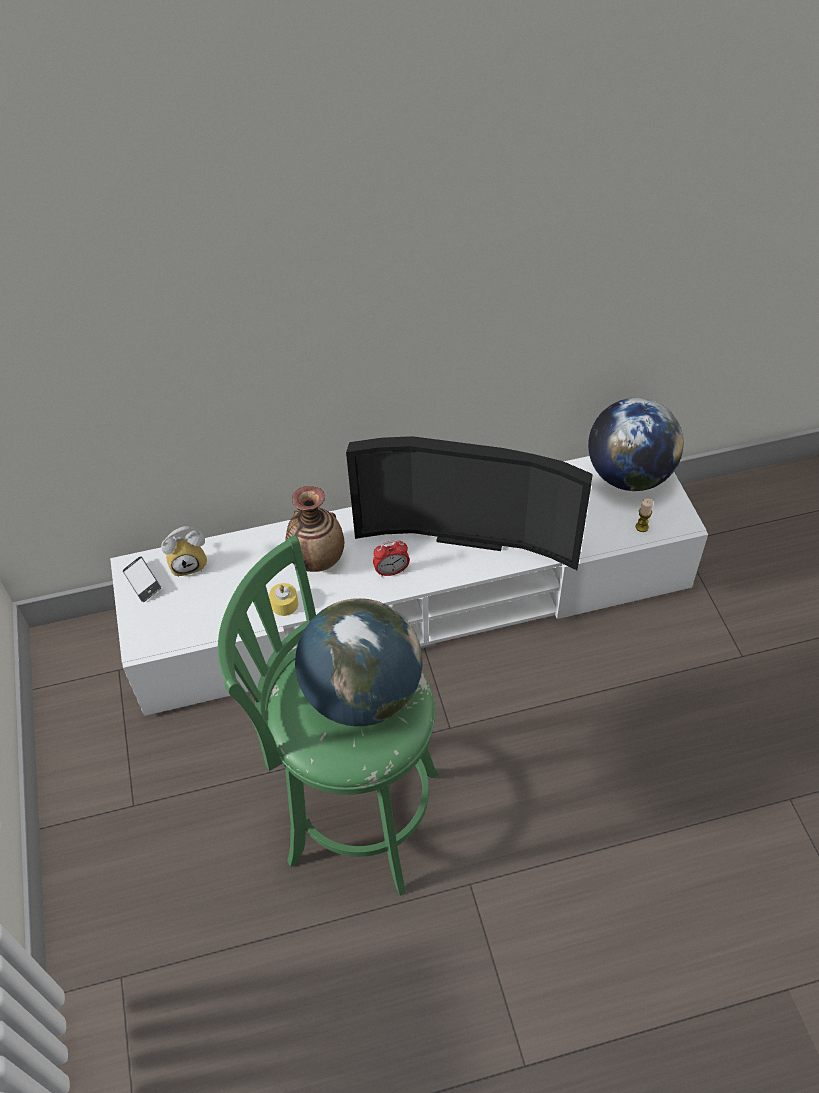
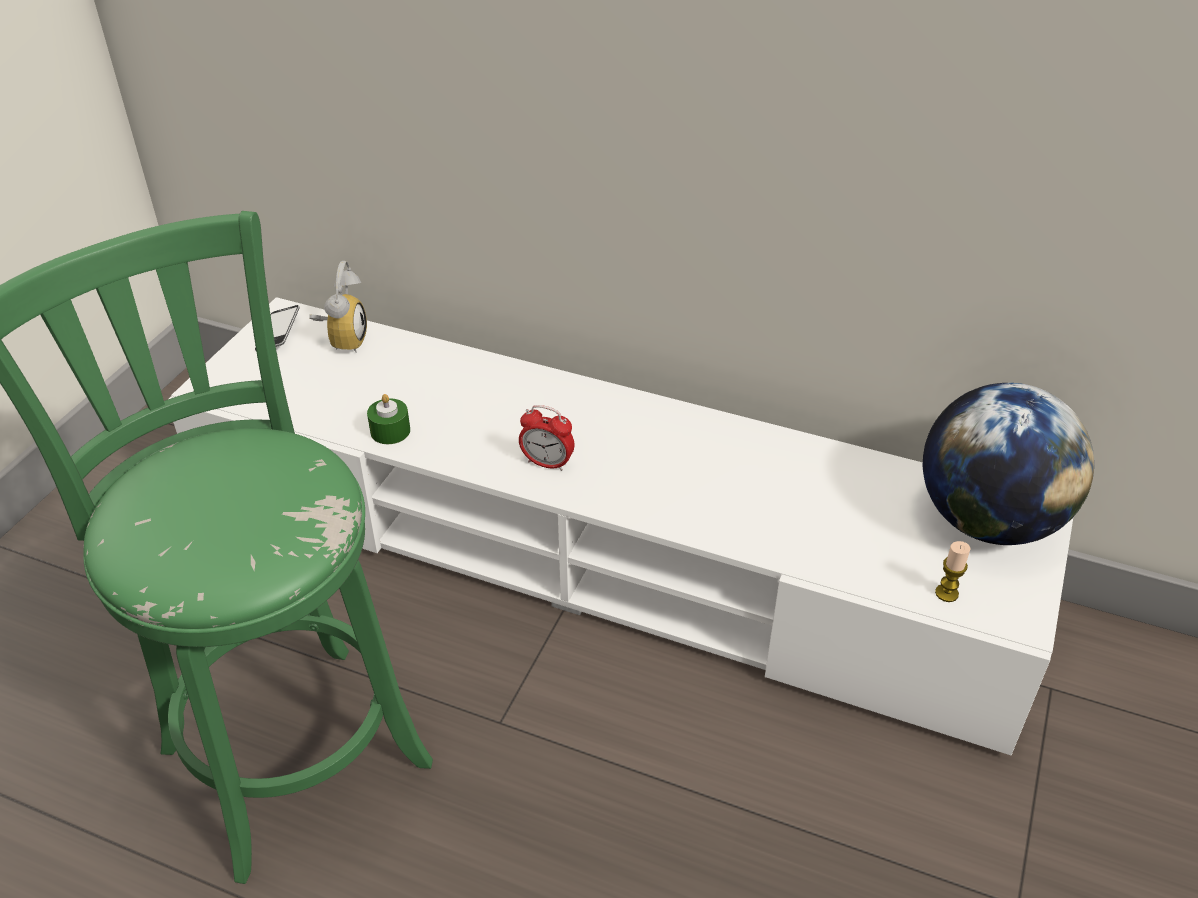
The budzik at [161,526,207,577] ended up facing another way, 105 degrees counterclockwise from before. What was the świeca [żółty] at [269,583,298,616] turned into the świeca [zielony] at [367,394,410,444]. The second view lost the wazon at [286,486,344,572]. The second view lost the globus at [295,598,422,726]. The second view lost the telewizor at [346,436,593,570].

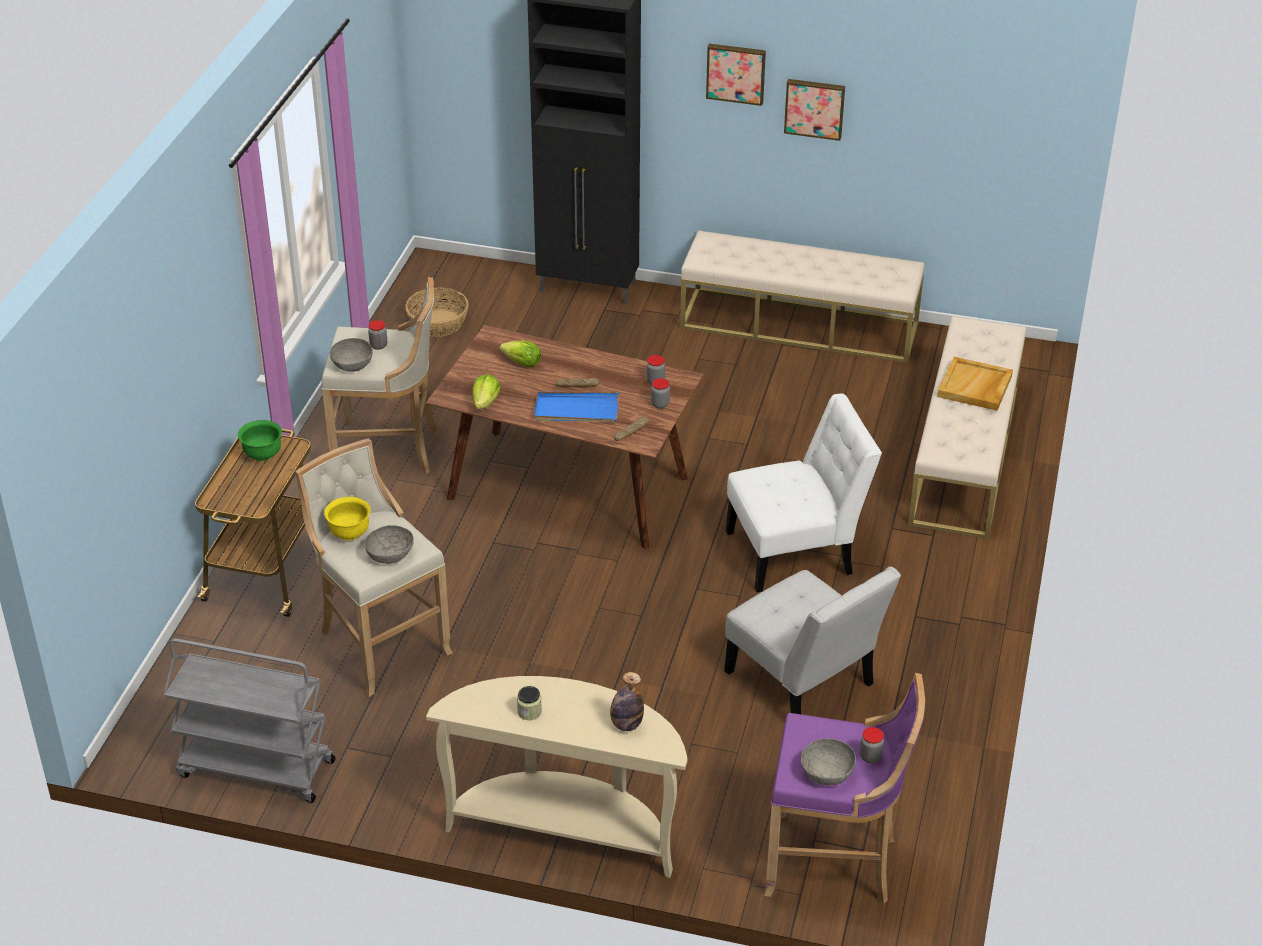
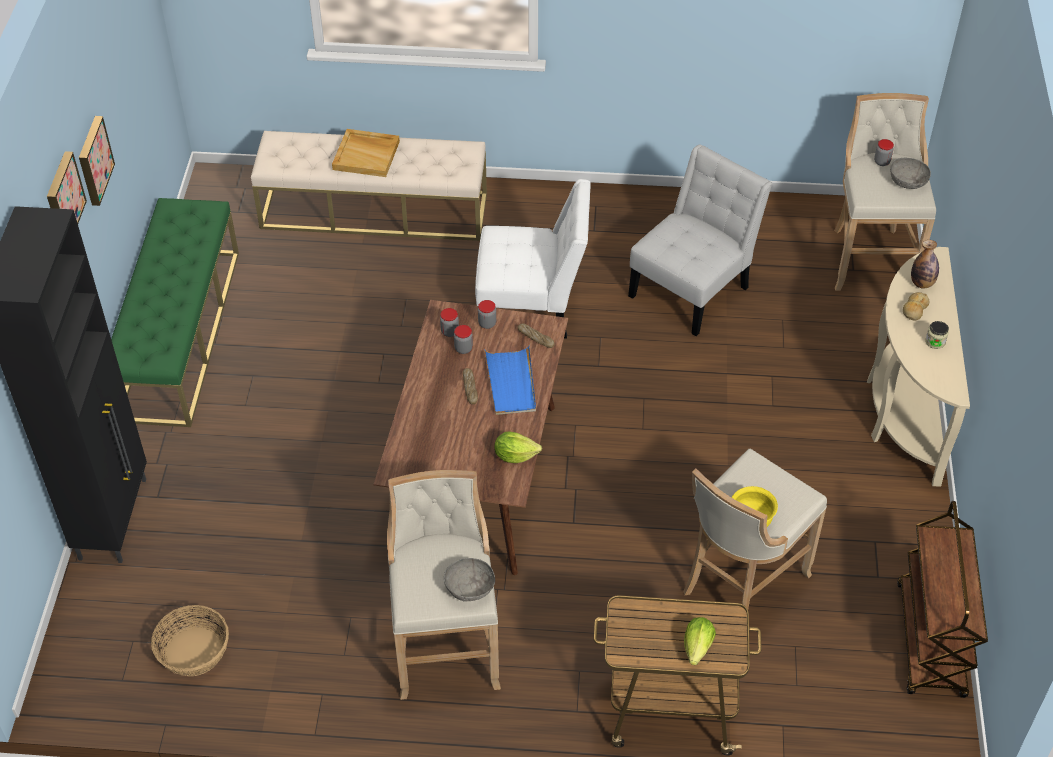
What was the ławka [beżowy] at [680,231,925,363] turned into the ławka [zielony] at [111,198,239,427]. The słoik ended up elsewhere, having gone from [368,320,387,350] to [454,325,473,354]. The krzesło [biały] at [726,394,882,592] ended up facing another way, 120 degrees clockwise from before. The sałata ended up elsewhere, having gone from [499,341,541,367] to [684,617,716,665]. What was the stołek [fioletowy] at [764,673,925,904] turned into the stołek [beżowy] at [834,93,936,291]. What was the wózek [szary] at [164,638,336,803] turned into the wózek [brązowy] at [897,501,988,698]. The second view gained the chleb at [903,292,929,320]. The second view lost the miska [zielony] at [238,420,282,461]. The second view lost the miska [szary] at [365,525,414,564].

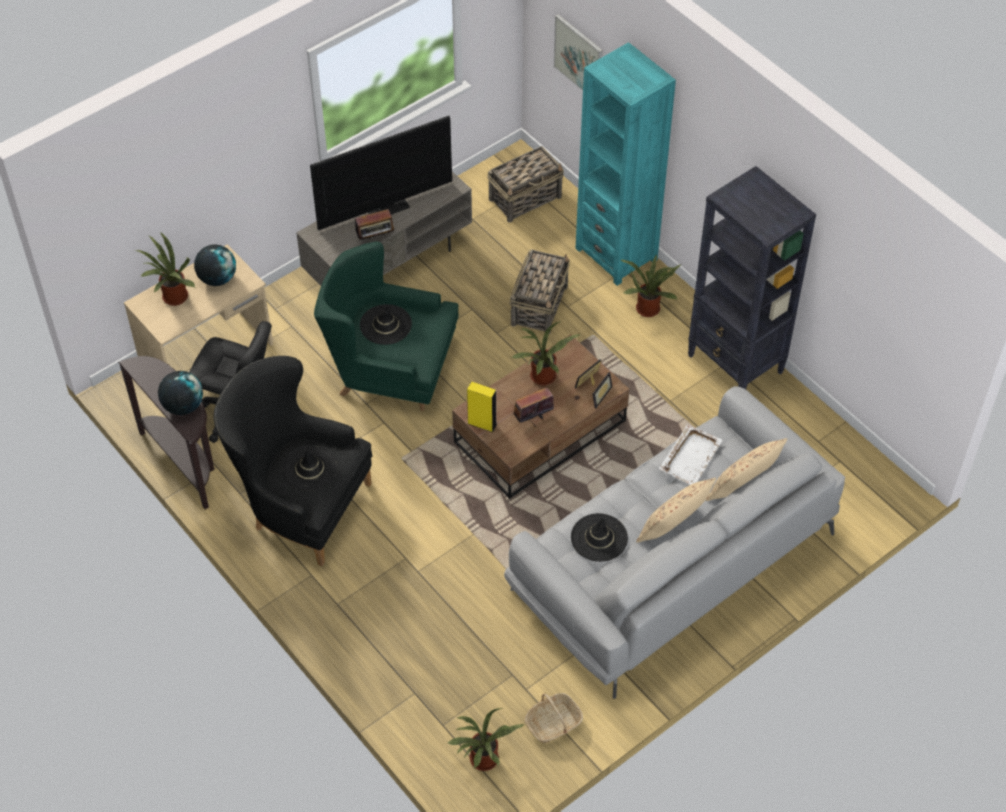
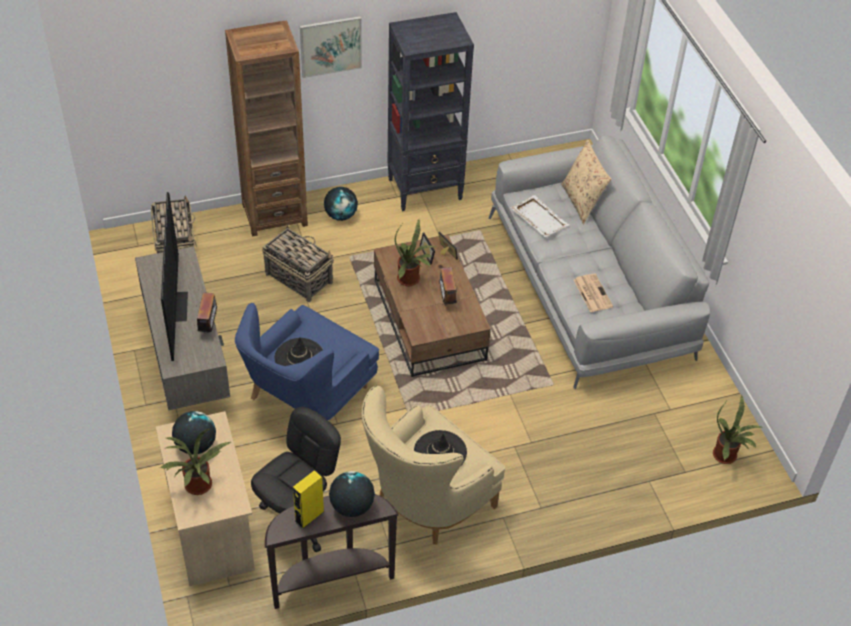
What was the regał [turkusowy] at [576,42,676,286] turned into the regał [brązowy] at [225,20,308,237]. What was the fotel [zielony] at [314,242,459,411] turned into the fotel [niebieski] at [235,303,379,421]. The głośnik [żółty] ended up elsewhere, having gone from [467,381,497,433] to [293,470,324,529]. The obraz ended up elsewhere, having gone from [554,14,603,91] to [300,16,362,78]. Where the roślina doniczkowa stood at [621,254,680,317], the globus came to stand at [324,187,358,221]. What was the fotel [czarny] at [213,356,373,566] turned into the fotel [beżowy] at [361,386,506,544]. Where the kapelusz [czarny] stood at [571,513,628,562], the gazeta came to stand at [574,274,613,312]. The second view lost the koszyk at [525,693,583,743]. The second view lost the poduszka [beżowy] at [636,478,716,543].

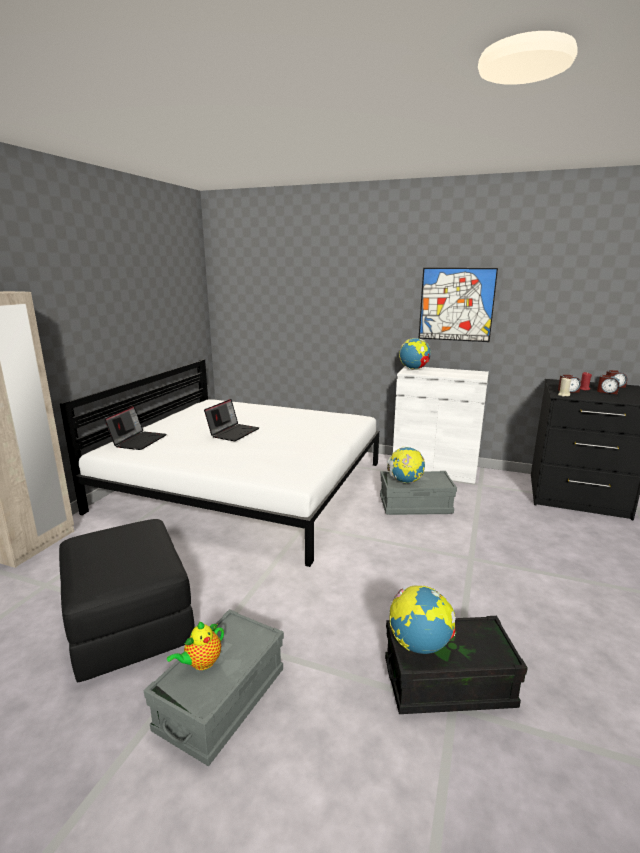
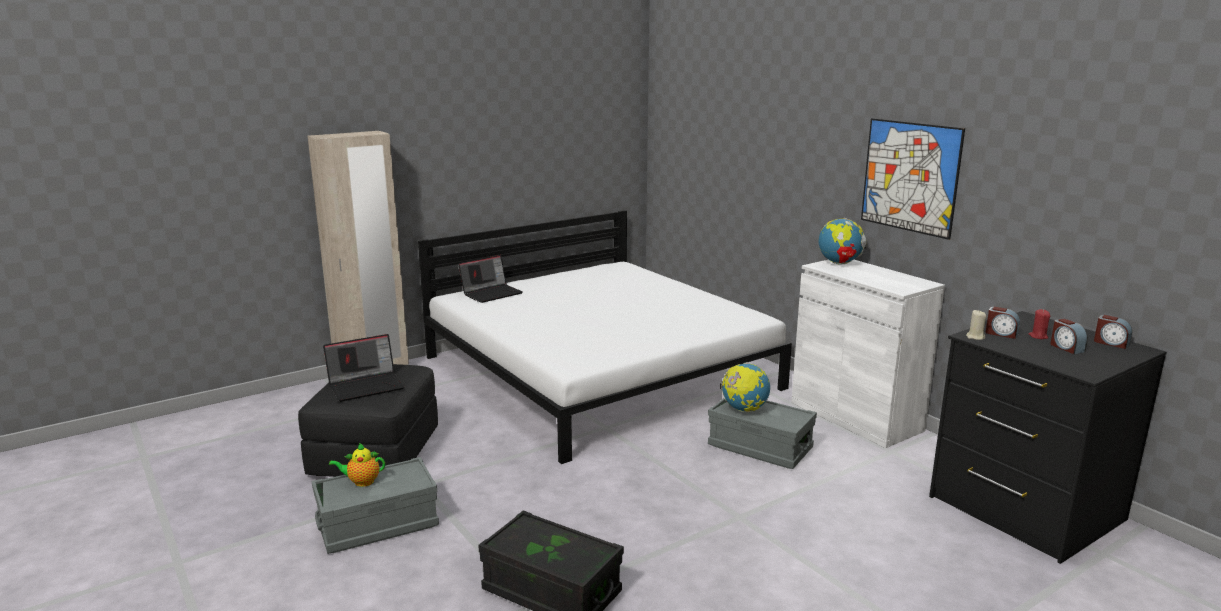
The laptop ended up elsewhere, having gone from [204,399,259,441] to [323,334,405,402]. The second view lost the globus at [389,586,456,654].

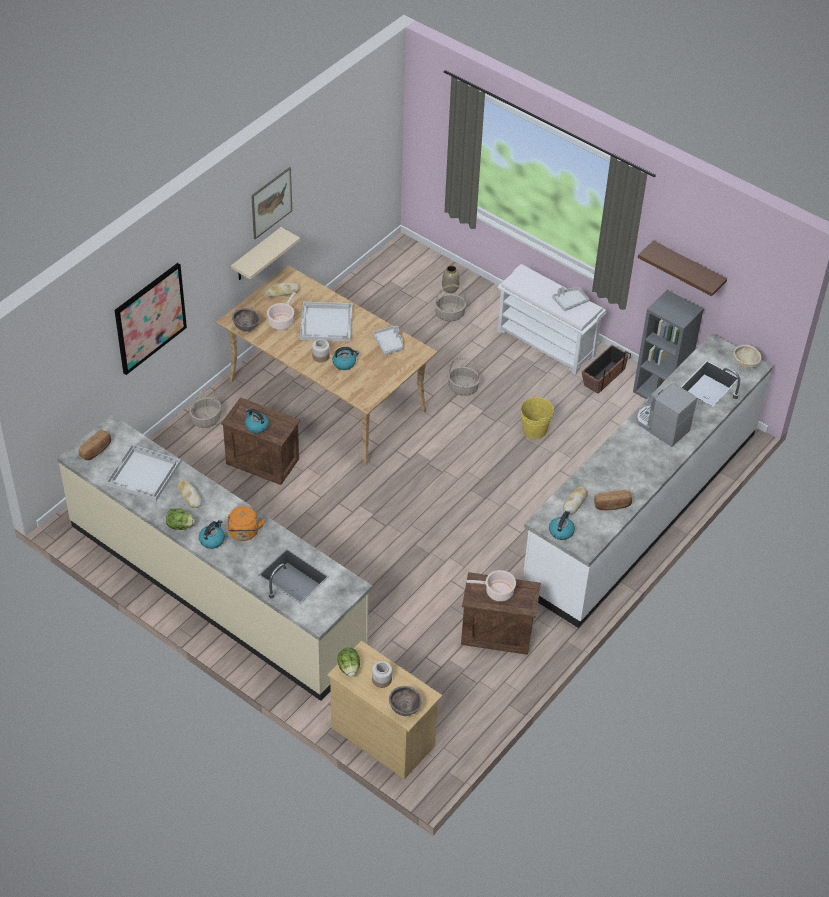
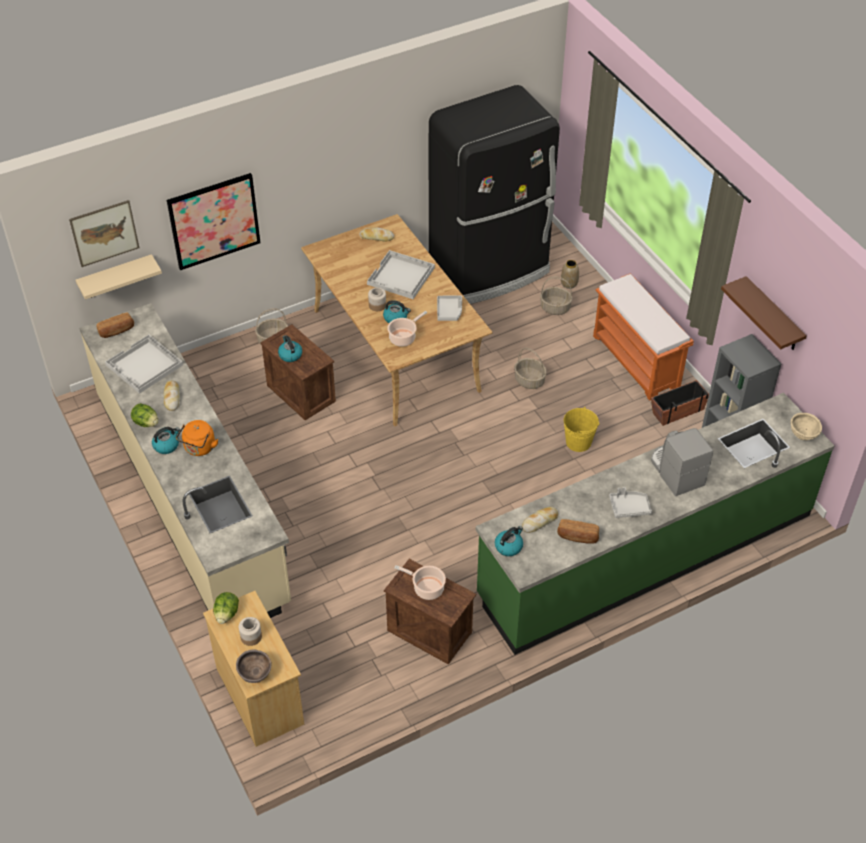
The obraz ended up elsewhere, having gone from [251,167,292,239] to [69,200,139,267]. The półka [beżowy] ended up elsewhere, having gone from [231,227,300,280] to [75,254,162,300]. The garnek ended up elsewhere, having gone from [267,292,296,330] to [387,311,427,347]. The second view gained the lodówka [czarny] at [428,85,560,304]. What was the zabudowa kuchenna [biały] at [523,333,773,628] turned into the zabudowa kuchenna [zielony] at [476,393,835,655]. What was the ławka [biały] at [497,264,606,375] turned into the ławka [pomarańczowy] at [593,273,694,401]. The taca [szary] ended up elsewhere, having gone from [552,287,589,311] to [609,487,652,518]. The second view lost the miska [brązowy] at [232,308,260,332].

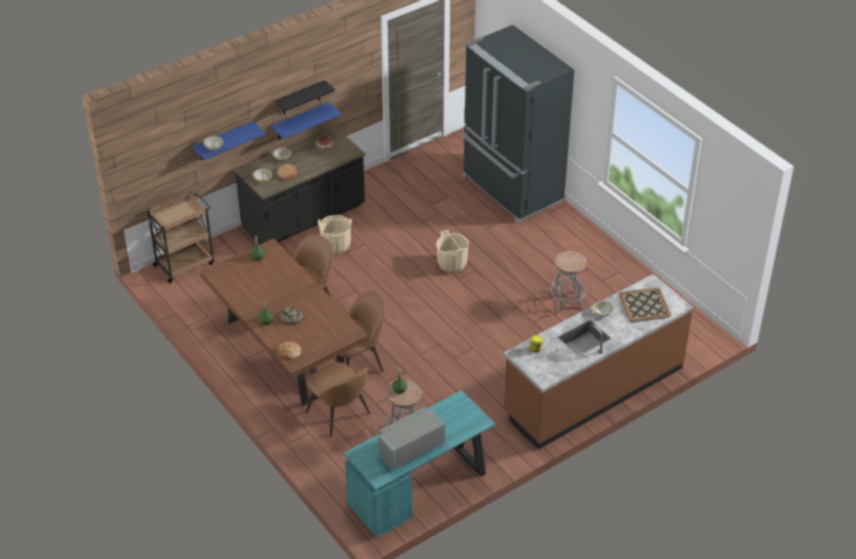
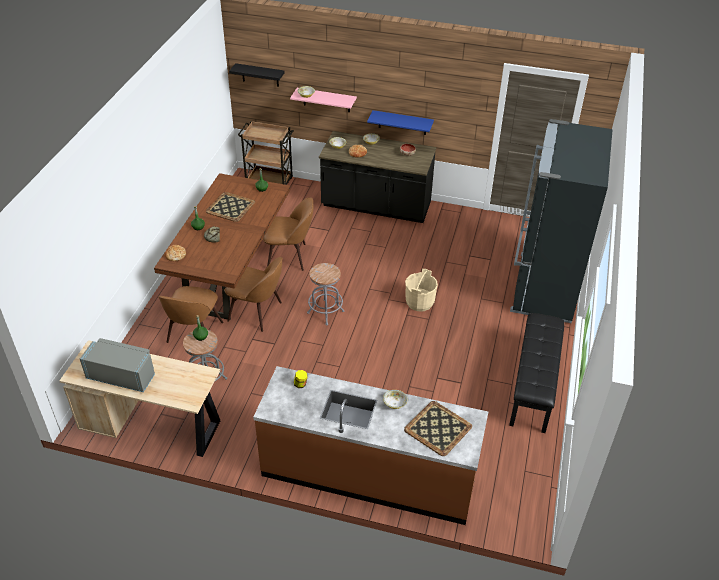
What was the biurko [turkusowy] at [344,390,495,538] turned into the biurko [beżowy] at [59,340,221,457]. The second view gained the taca at [206,192,255,222]. The półka [czarny] ended up elsewhere, having gone from [275,80,335,114] to [229,63,284,87]. What was the półka [niebieski] at [192,121,266,160] turned into the półka [różowy] at [290,88,357,112]. The stołek [szary] ended up elsewhere, having gone from [550,251,587,312] to [307,263,344,325]. The second view gained the ławka [czarny] at [509,313,564,433]. The second view lost the wiadro [beżowy] at [318,215,352,254].

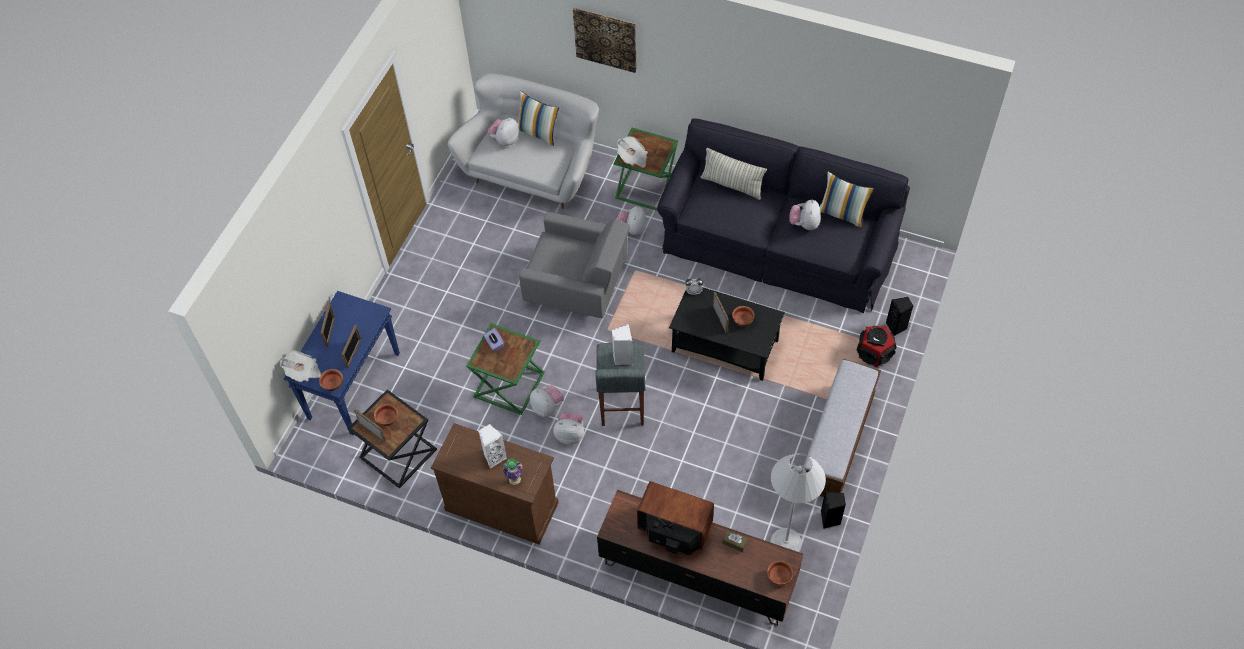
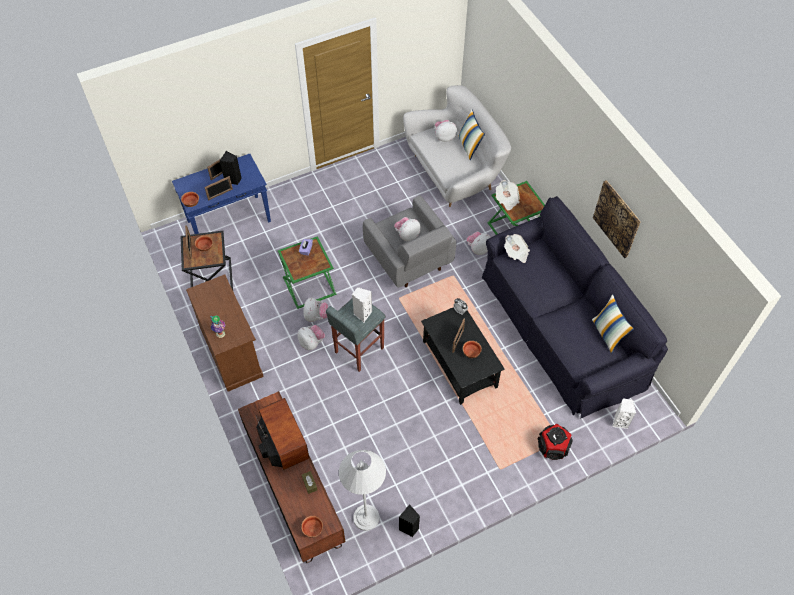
The głośnik [czarny] ended up elsewhere, having gone from [886,297,913,336] to [219,151,242,185]. The pluszak ended up elsewhere, having gone from [789,199,821,230] to [394,217,421,241]. The gazeta ended up elsewhere, having gone from [280,351,321,382] to [504,234,530,263]. The obraz ended up elsewhere, having gone from [573,8,637,73] to [593,180,641,258]. The głośnik [biały] ended up elsewhere, having gone from [478,424,507,468] to [612,399,636,429]. The second view lost the poduszka at [701,148,767,200]. The second view lost the ławka at [804,359,881,497].

